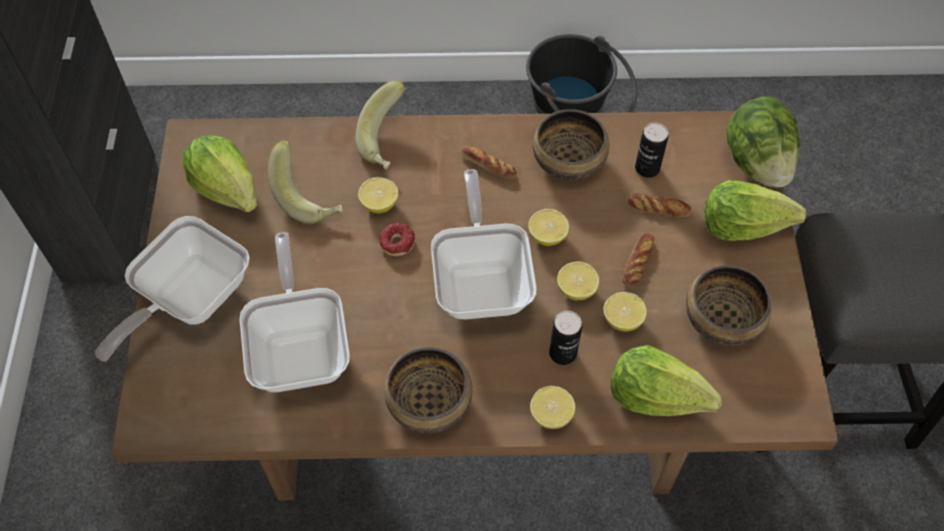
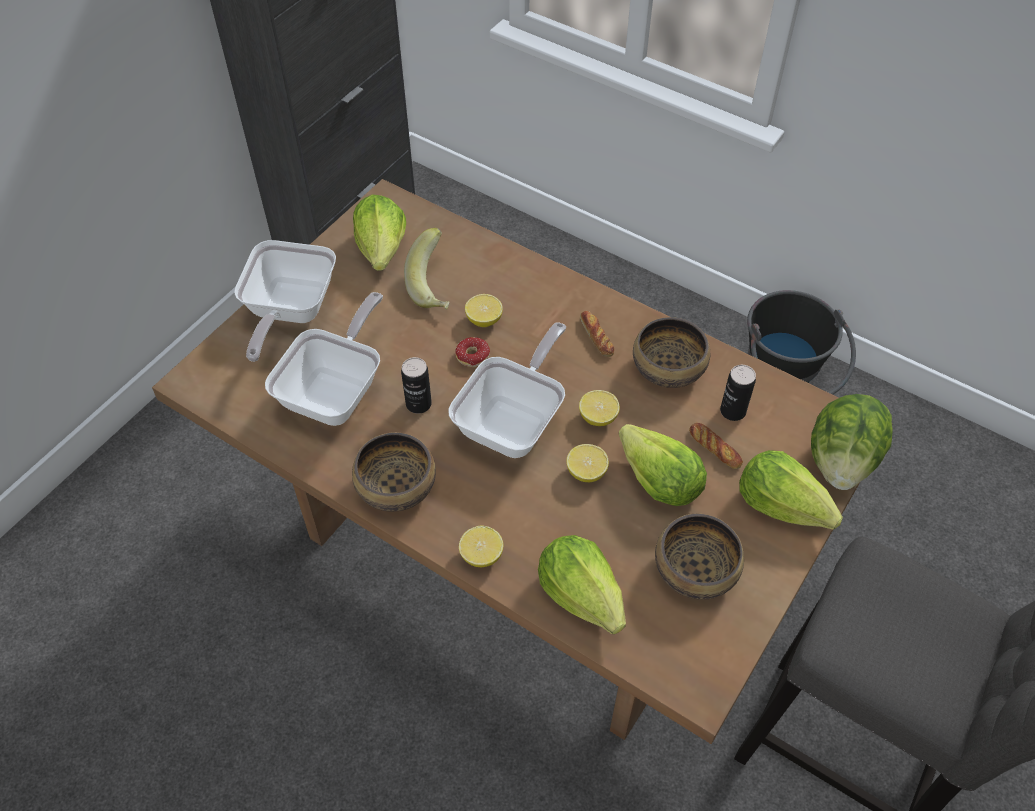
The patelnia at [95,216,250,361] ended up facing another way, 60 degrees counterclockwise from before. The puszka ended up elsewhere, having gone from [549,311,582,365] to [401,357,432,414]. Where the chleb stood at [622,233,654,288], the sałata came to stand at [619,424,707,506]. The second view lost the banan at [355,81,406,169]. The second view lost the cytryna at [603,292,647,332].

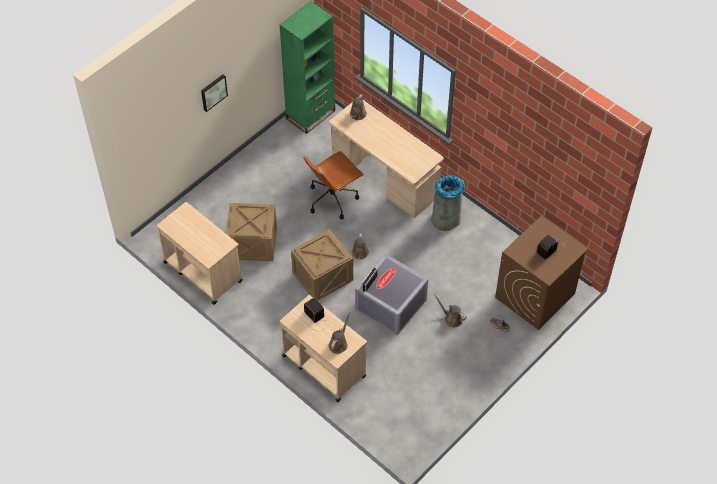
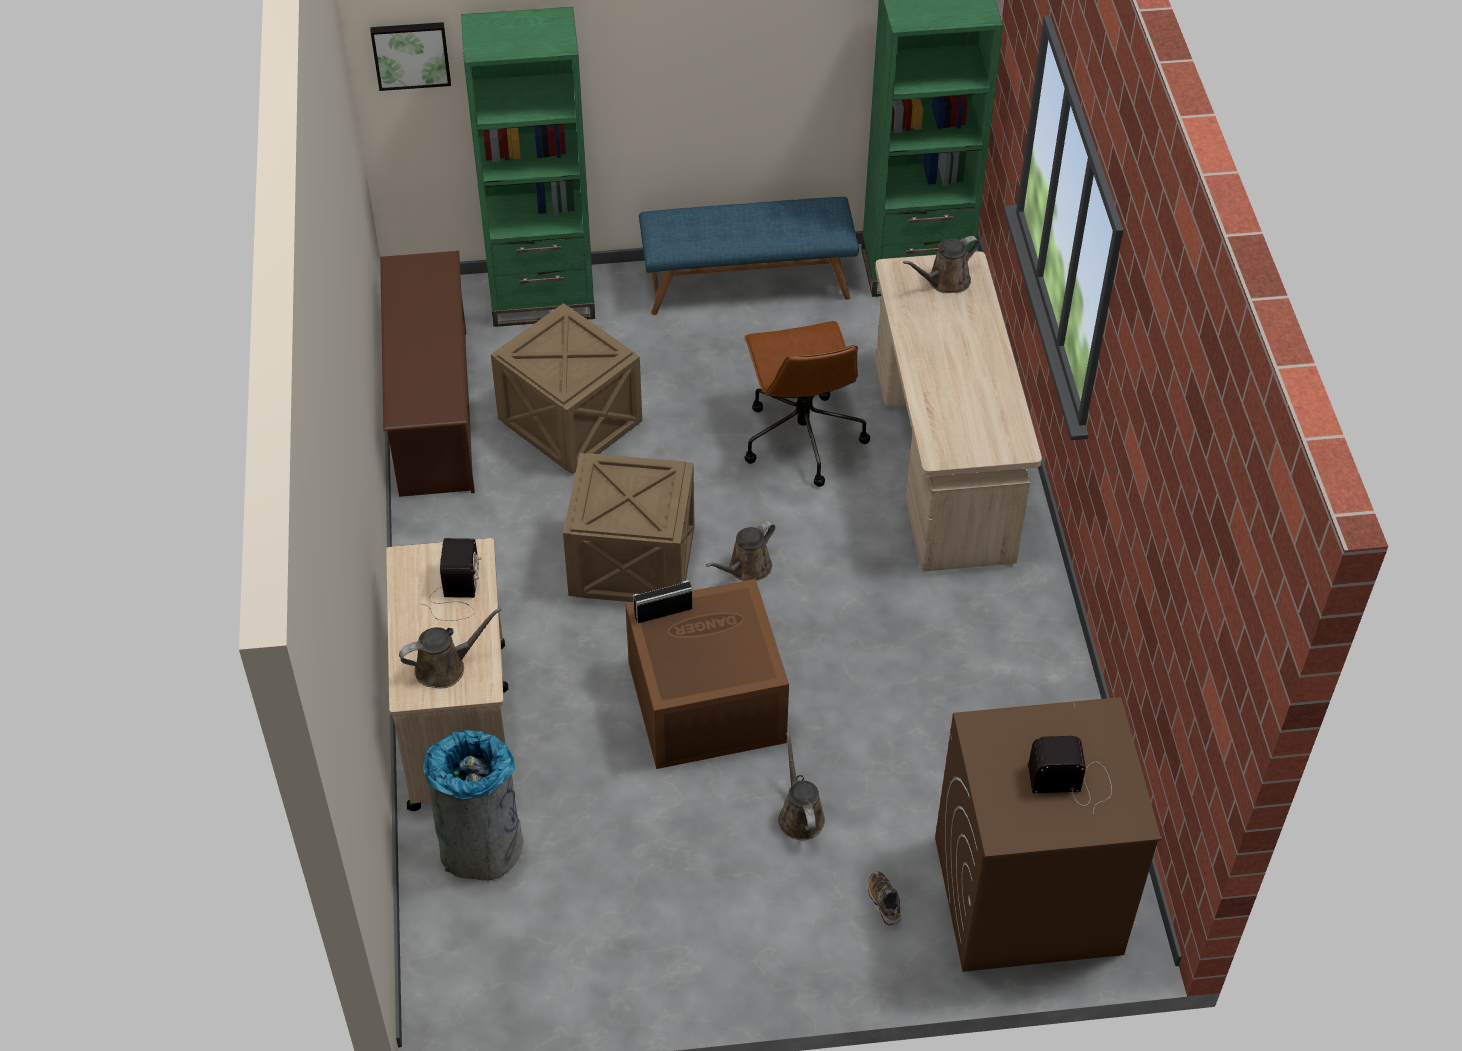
The obraz ended up elsewhere, having gone from [201,74,228,112] to [371,22,451,91]. Where the wózek [beżowy] stood at [156,202,243,305], the regał na buty [brązowy] came to stand at [380,251,475,497]. The kosz na śmieci [szary] ended up elsewhere, having gone from [431,175,465,231] to [423,730,523,881]. The second view gained the regał [zielony] at [461,7,595,327]. What was the pojemnik do przechowywania [szary] at [355,254,428,336] turned into the pojemnik do przechowywania [brązowy] at [625,579,789,769]. The second view gained the ławka [niebieski] at [639,197,859,315]. The krzesło biurowe [brązowy] at [304,151,364,219] ended up facing another way, 105 degrees counterclockwise from before.

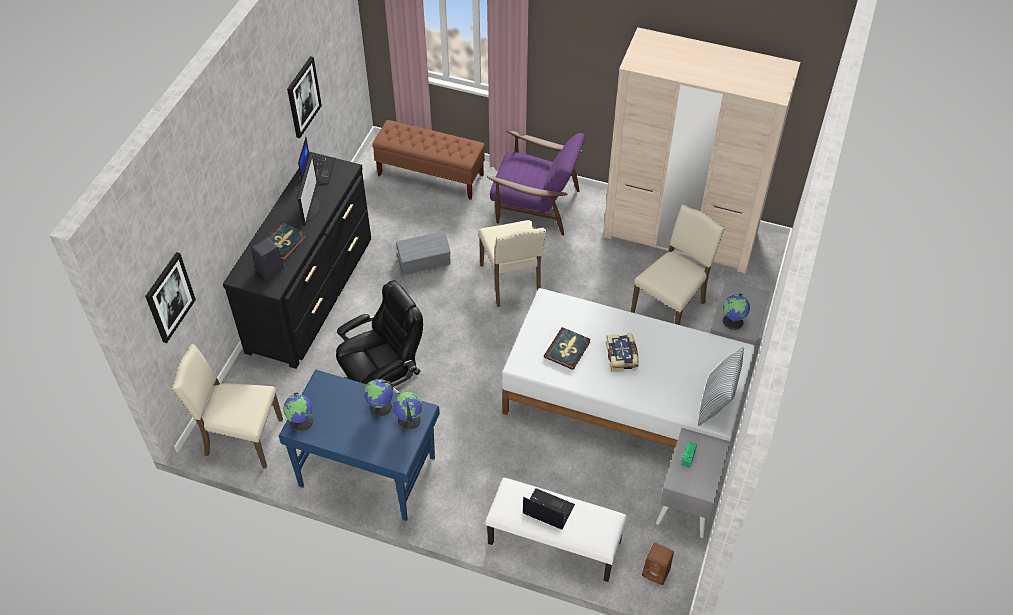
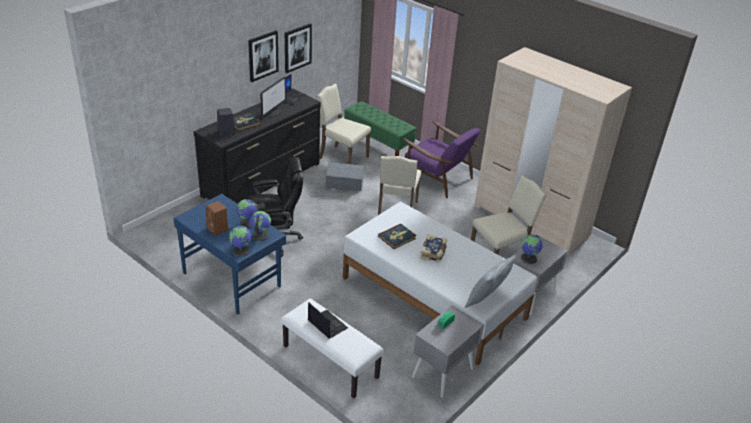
The głośnik [brązowy] ended up elsewhere, having gone from [642,543,674,585] to [206,201,228,236]. The globus ended up elsewhere, having gone from [283,392,313,432] to [229,225,251,257]. The obraz ended up elsewhere, having gone from [145,252,196,343] to [248,30,279,82]. The krzesło [beżowy] ended up elsewhere, having gone from [171,344,283,469] to [316,84,371,164]. What was the ławka [brązowy] at [373,120,485,200] turned into the ławka [zielony] at [344,101,417,156].

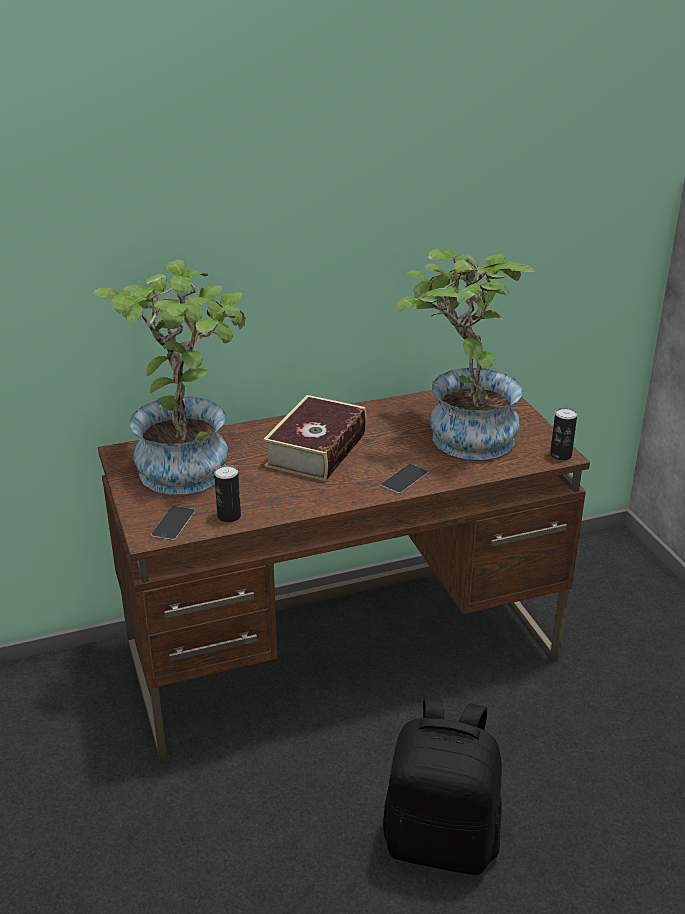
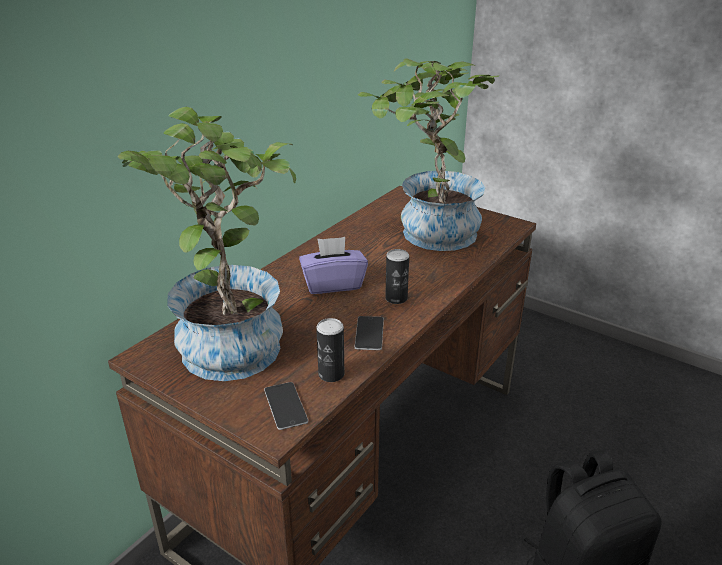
Where the książka stood at [263,395,367,481], the pudełko chusteczek [fioletowy] came to stand at [299,237,368,294]. The telefon ended up elsewhere, having gone from [381,464,429,494] to [355,316,384,350]. The puszka ended up elsewhere, having gone from [550,408,577,460] to [385,249,409,304].

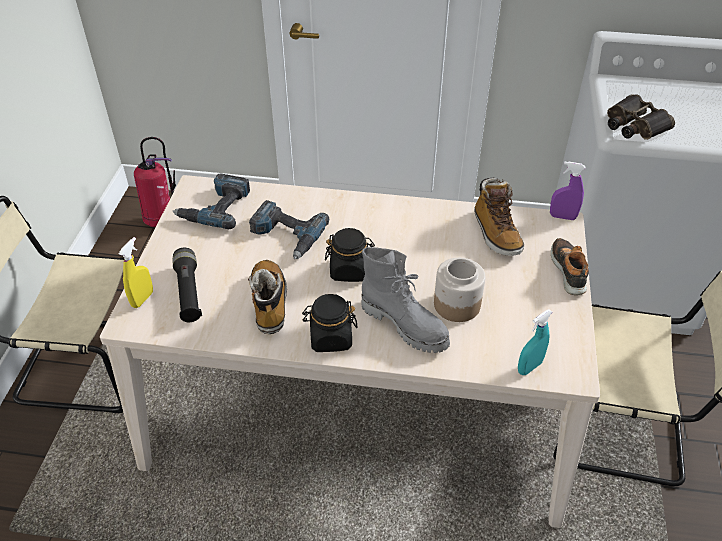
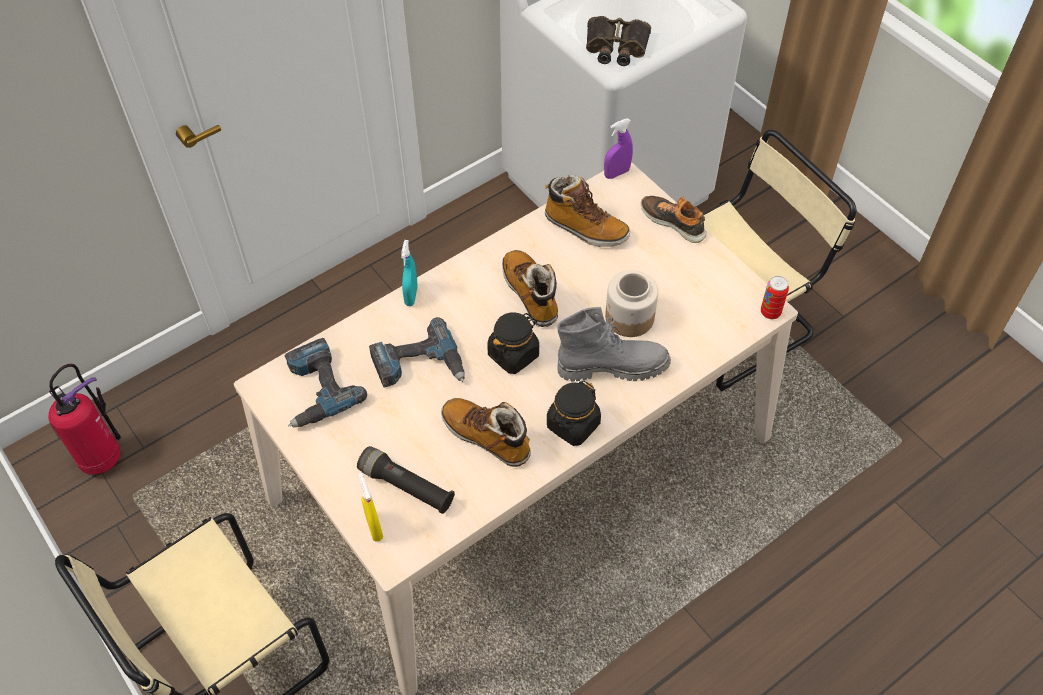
The spryskiwacz [turkusowy] ended up elsewhere, having gone from [518,309,552,375] to [401,240,418,306]. The second view gained the but z cholewką at [502,250,558,327]. The second view gained the puszka at [761,276,789,319].

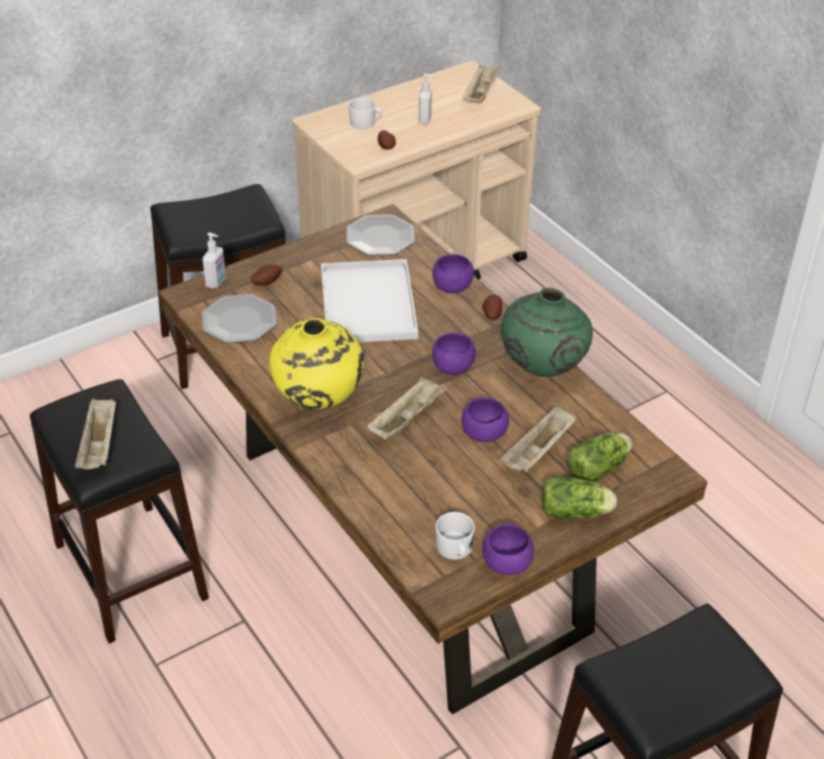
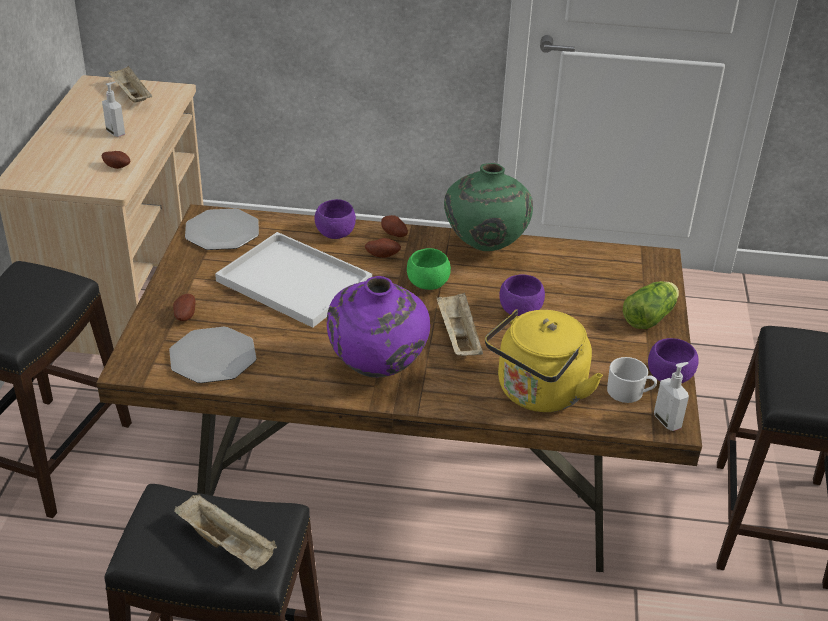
What was the wazon [żółty] at [269,318,365,410] turned into the wazon [fioletowy] at [327,276,430,378]. The second view gained the ziemniak at [365,238,401,258]. What was the miska [fioletowy] at [432,333,476,375] turned into the miska [zielony] at [407,248,451,290]. The second view gained the czajnik [żółty] at [485,309,603,412]. The dozownik mydła ended up elsewhere, having gone from [203,232,226,289] to [654,362,689,431]. The second view lost the kubek [biały] at [349,98,382,129]. The second view lost the taca [beżowy] at [500,405,576,473]. The second view lost the sałata at [567,432,632,482].

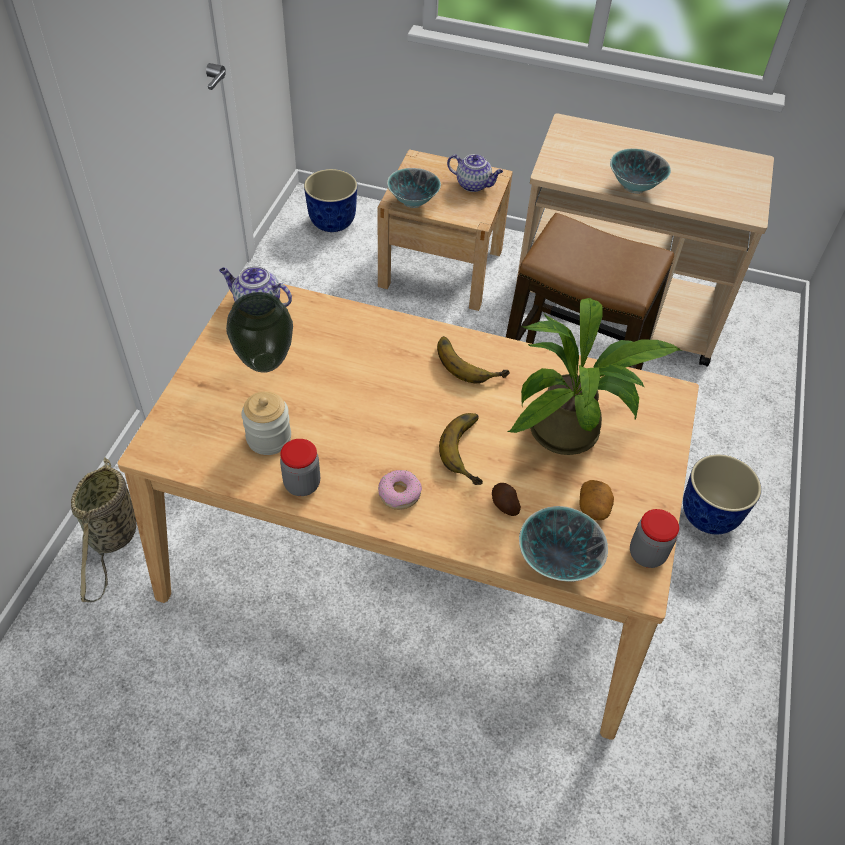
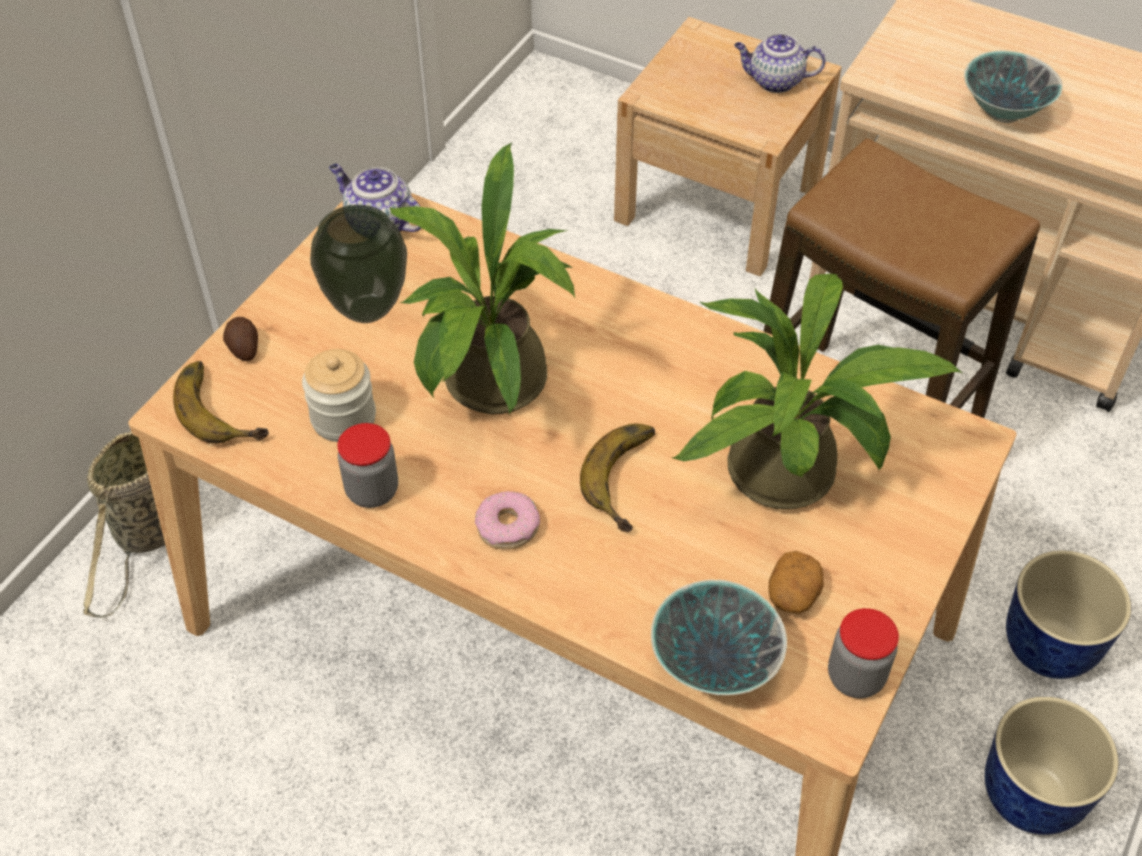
The banan ended up elsewhere, having gone from [437,336,510,383] to [173,361,269,443]. The ziemniak ended up elsewhere, having gone from [492,483,521,516] to [223,317,258,361]. The second view gained the roślina doniczkowa at [390,143,575,414]. The imbryk at [447,154,503,192] ended up facing another way, 150 degrees clockwise from before. The donica ended up elsewhere, having gone from [304,169,357,232] to [985,697,1119,835]. The second view lost the miska at [387,168,441,208].

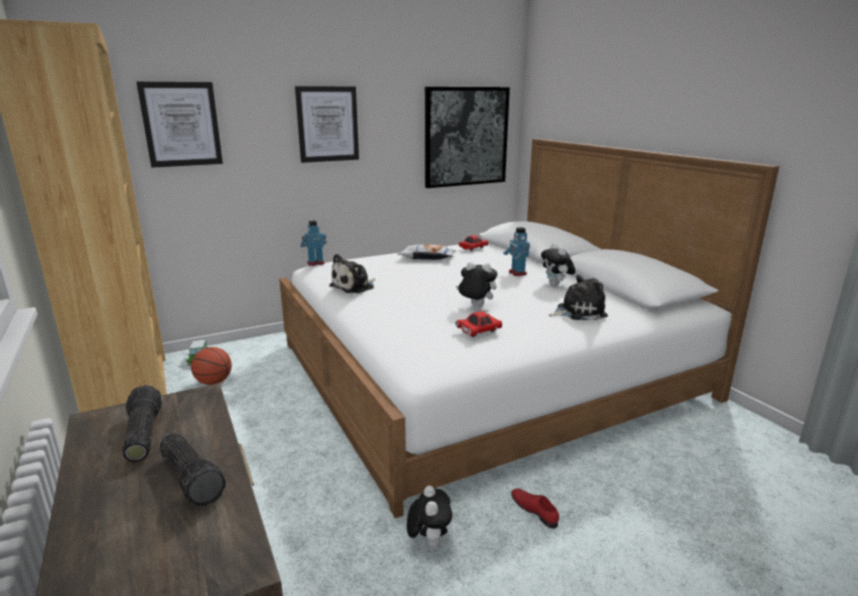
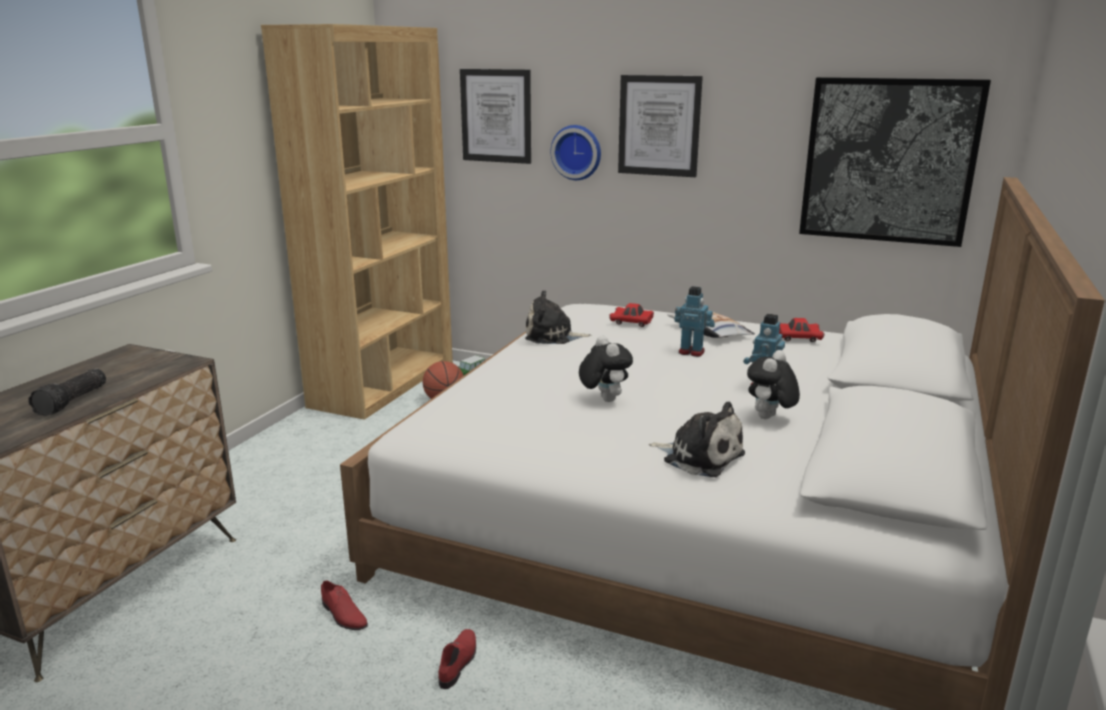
Where the pluszak stood at [407,485,452,549], the but [czerwony] came to stand at [321,581,368,630]. The second view gained the zegar ścienny at [551,125,601,180]. The samochodzik [czerwony] ended up elsewhere, having gone from [455,311,502,337] to [609,303,654,327]. The robot zabawkowy ended up elsewhere, having gone from [301,220,327,266] to [675,286,715,357]. The second view lost the latarka at [122,385,162,462].

